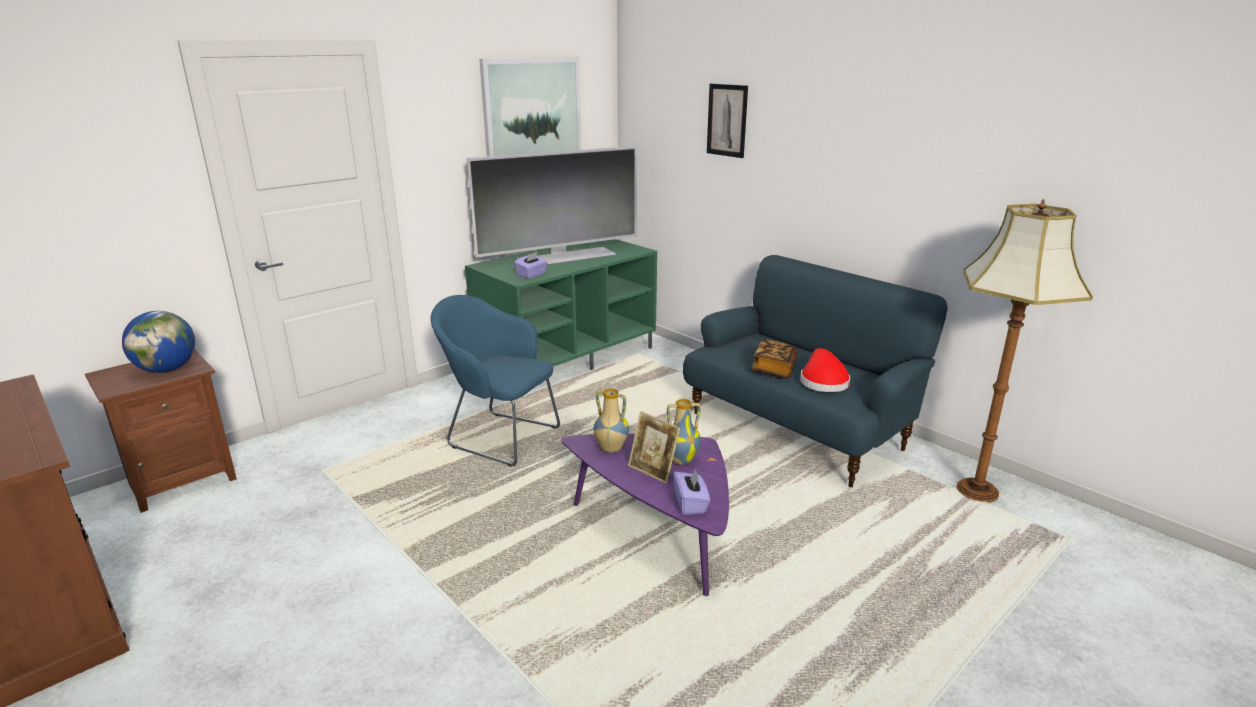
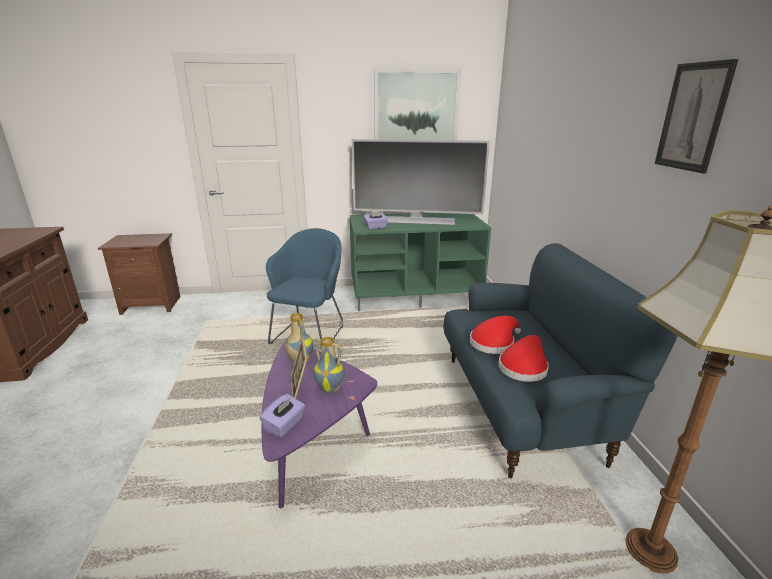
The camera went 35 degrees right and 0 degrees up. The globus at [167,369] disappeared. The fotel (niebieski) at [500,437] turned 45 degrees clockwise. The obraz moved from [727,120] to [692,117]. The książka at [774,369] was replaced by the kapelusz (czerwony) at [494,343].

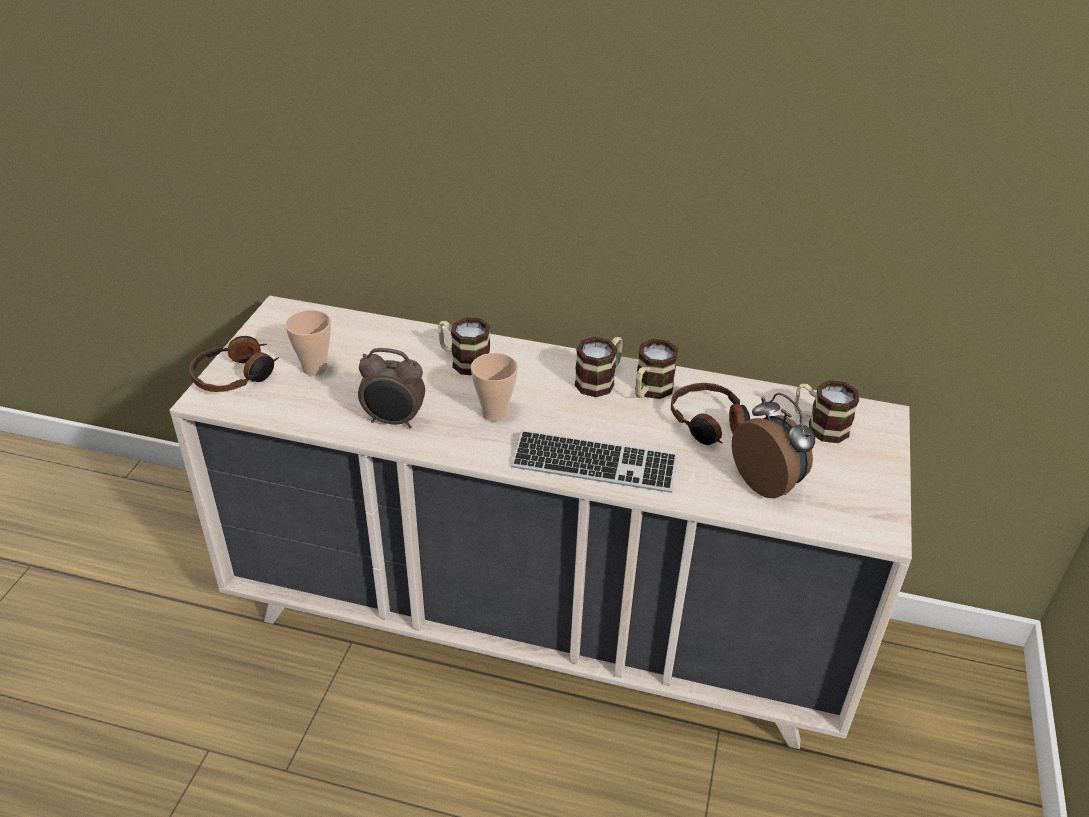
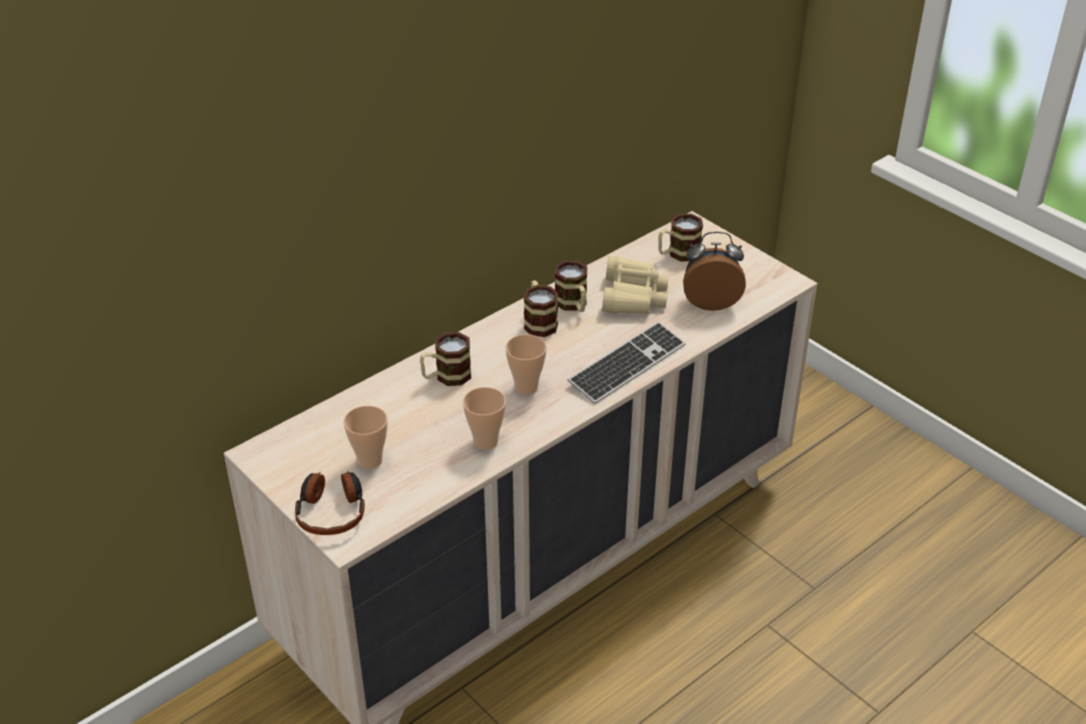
The camera went 55 degrees left and 0 degrees up. The budzik at [394,421] was replaced by the filiżanka at [485,441]. The słuchawki at [709,423] was replaced by the lornetka (beżowy) at [633,296].

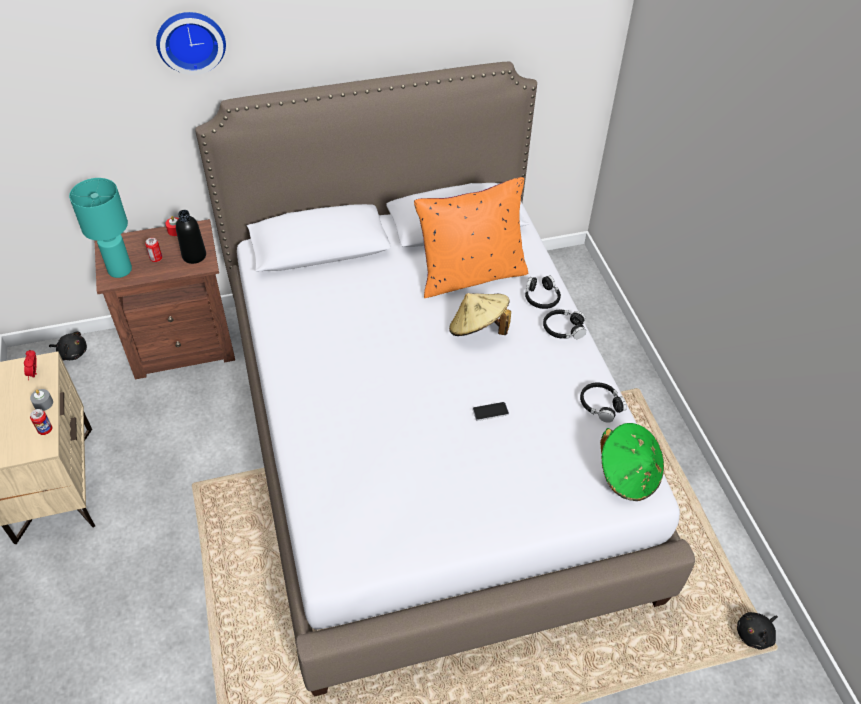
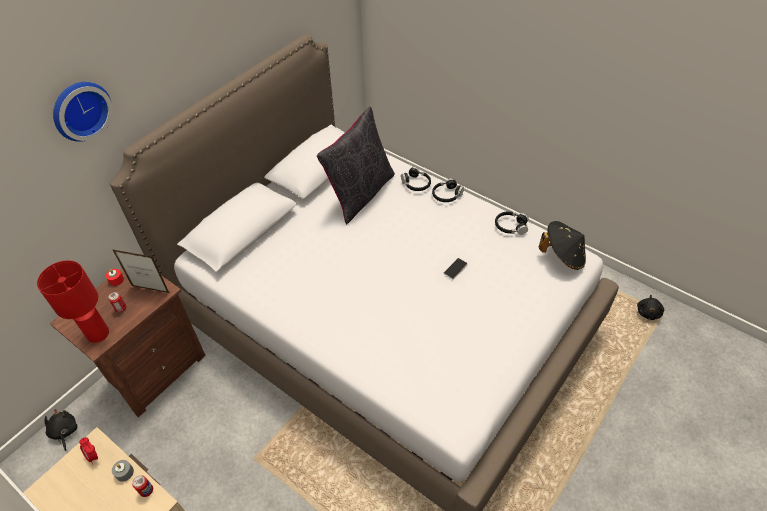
The camera went 35 degrees left and 0 degrees up. The pluszak (czarny) at [72,353] turned 90 degrees counterclockwise. The lampa stołowa (turkusowy) at [119,269] became the lampa stołowa (czerwony) at [97,334]. The butelka (czarny) at [194,256] was replaced by the ramka na zdjęcie at [150,289]. The poduszka (pomarańczowy) at [470,274] became the poduszka (czarny) at [360,193]. The kapelusz (beżowy) at [478,329] disappeared. The kapelusz (zielony) at [628,474] became the kapelusz (czarny) at [562,256].

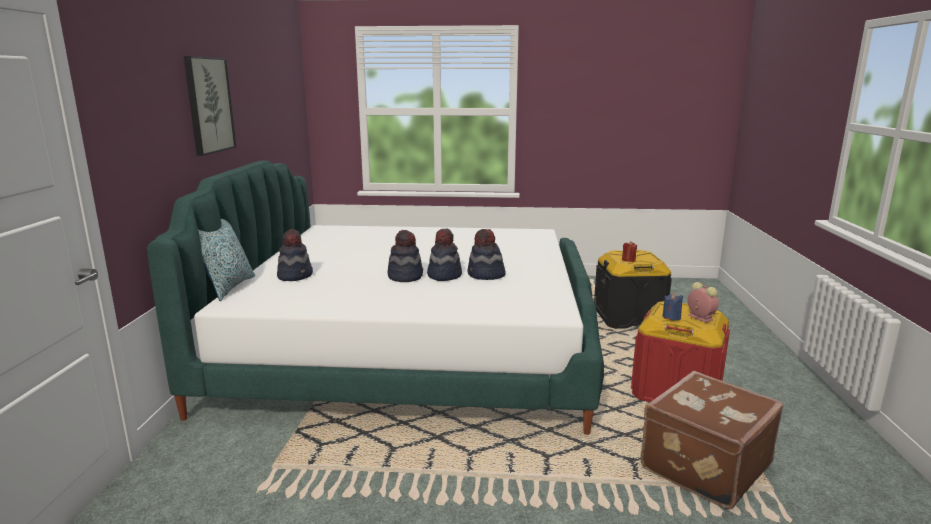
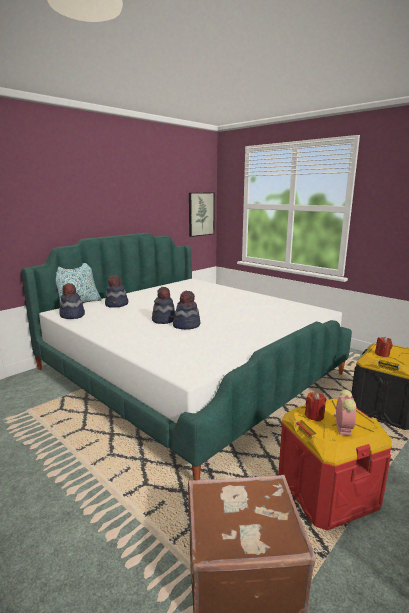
The camera went 40 degrees right and 0 degrees up. The obraz moved from [209,105] to [201,214]. The kapelusz moved from [486,275] to [72,315]. The świeca (niebieski) at [671,317] became the świeca (czerwony) at [314,416].

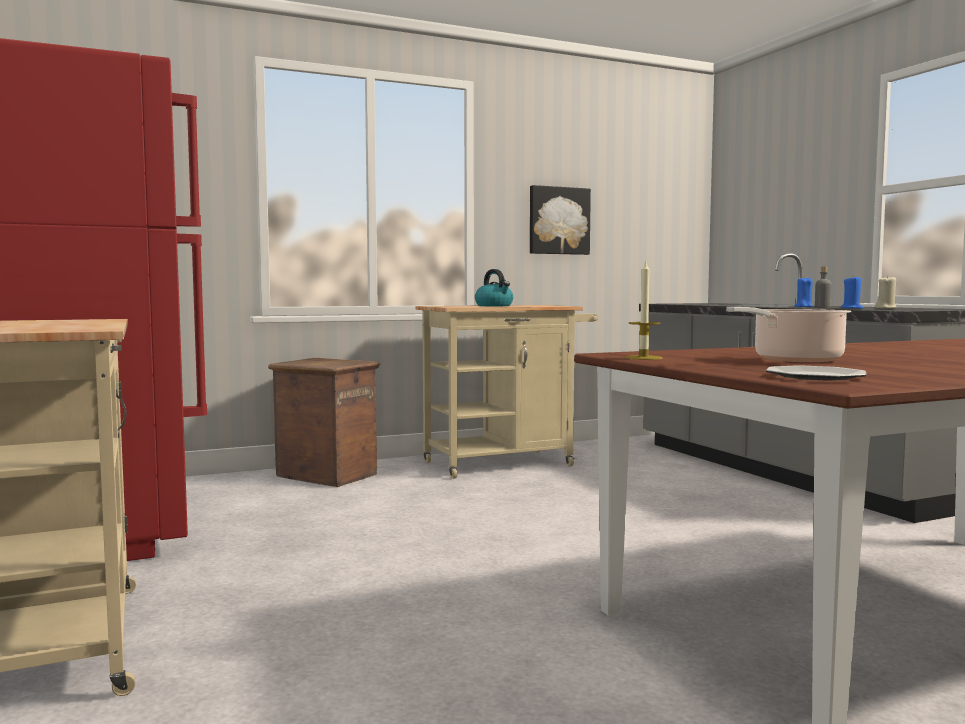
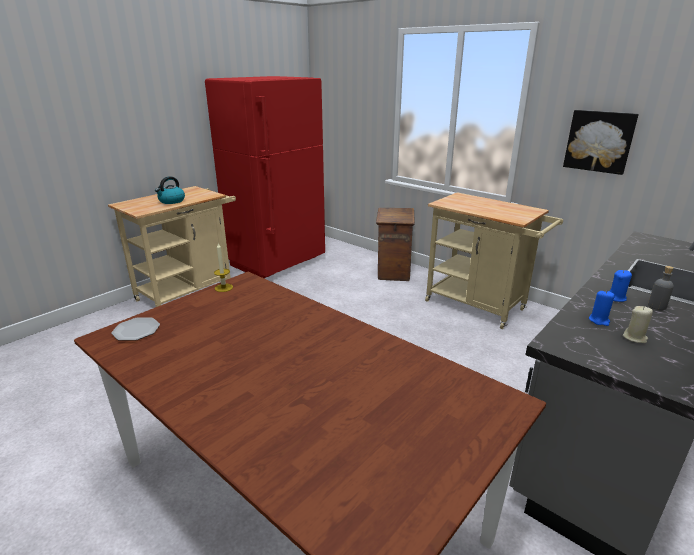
The camera went 65 degrees right and 20 degrees up. The czajnik moved from [494,306] to [171,201]. The garnek at [793,360] disappeared.

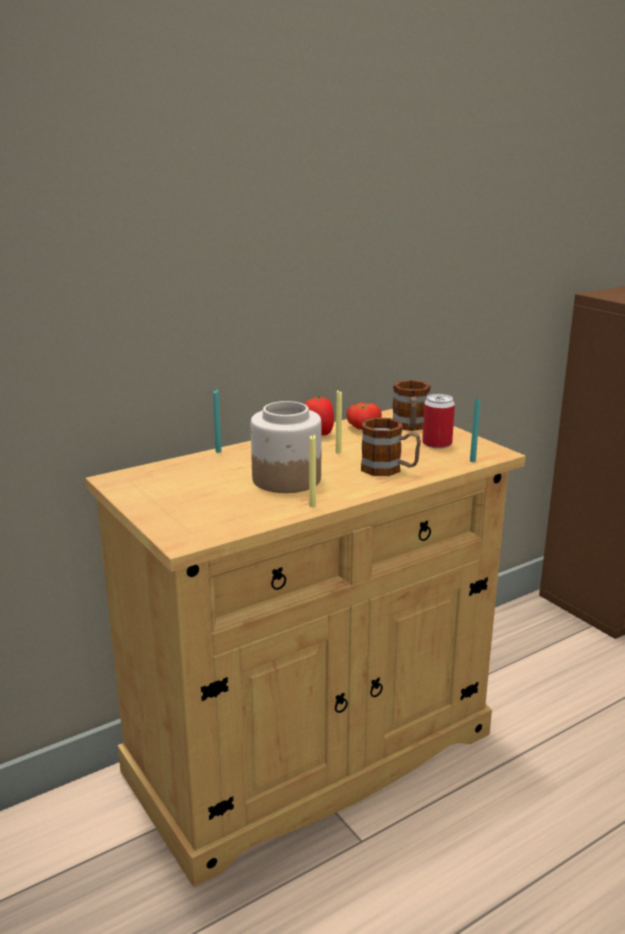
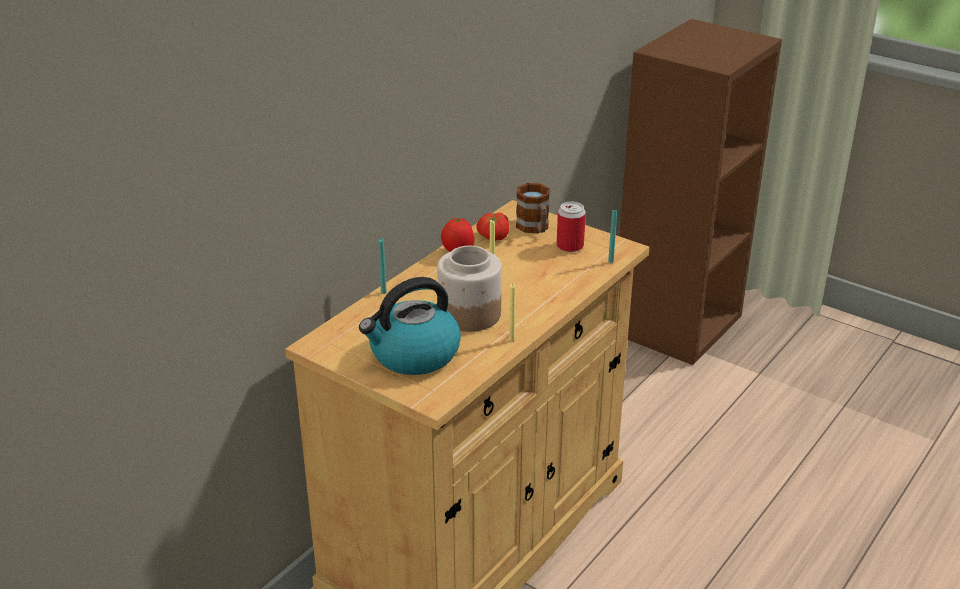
The camera went 20 degrees left and 10 degrees up. The kubek at [389,469] disappeared. The czajnik at [413,355] appeared.

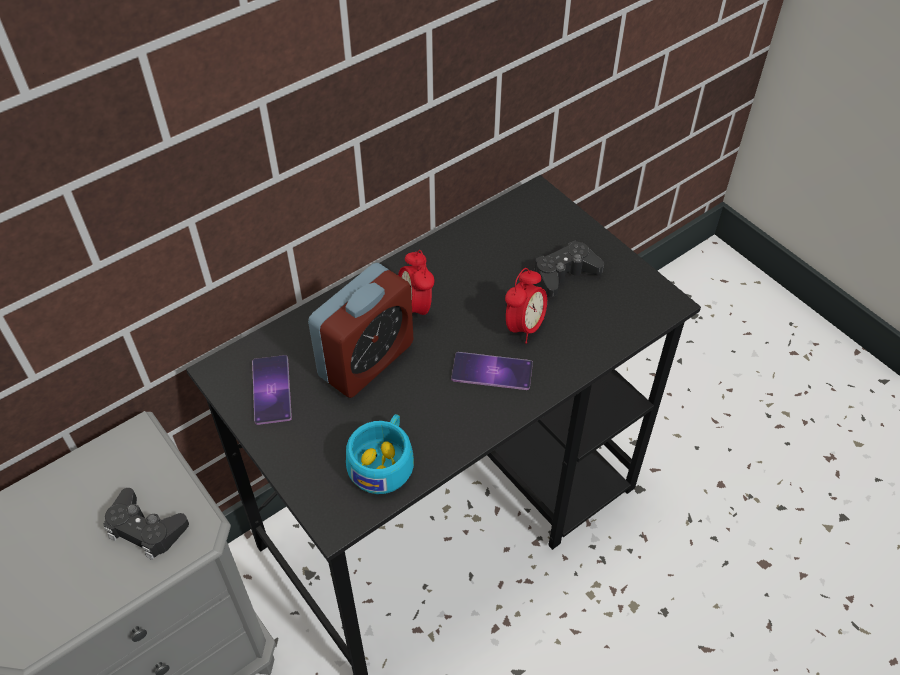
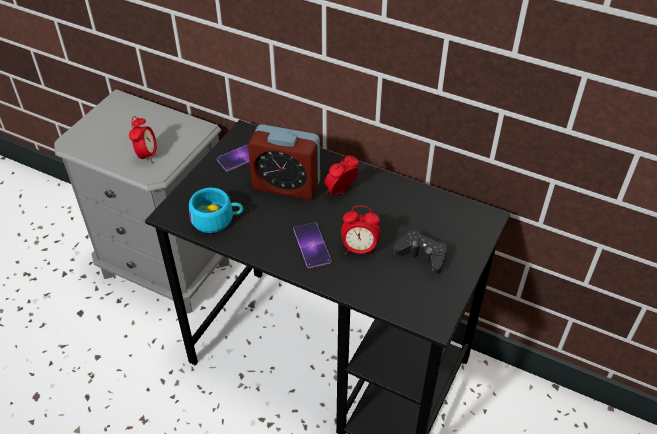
The camera went 65 degrees right and 5 degrees down. The pad do gier (czarny) at [145,528] was replaced by the budzik at [147,155].

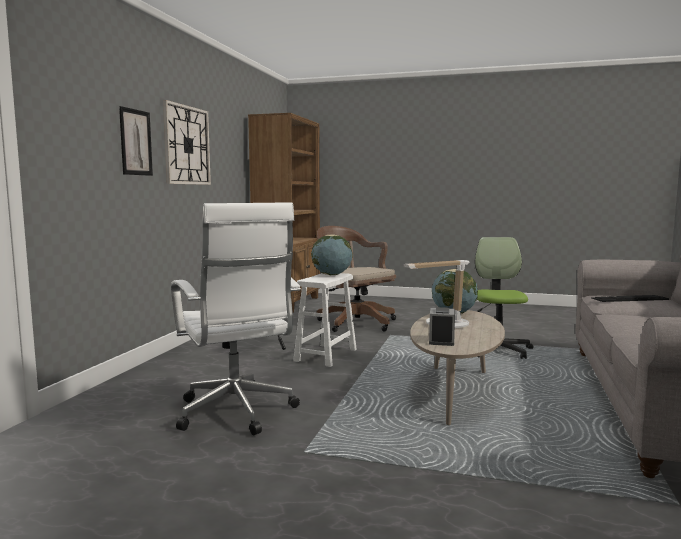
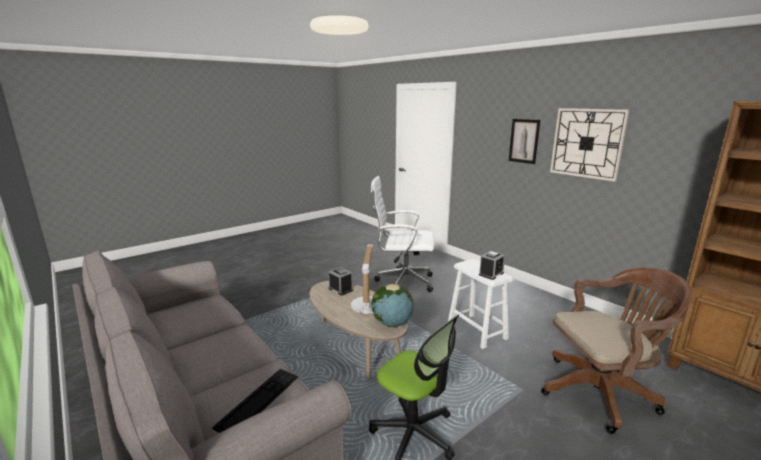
The camera went 125 degrees right and 10 degrees up. The globus at [331,275] was replaced by the budzik at [491,274].

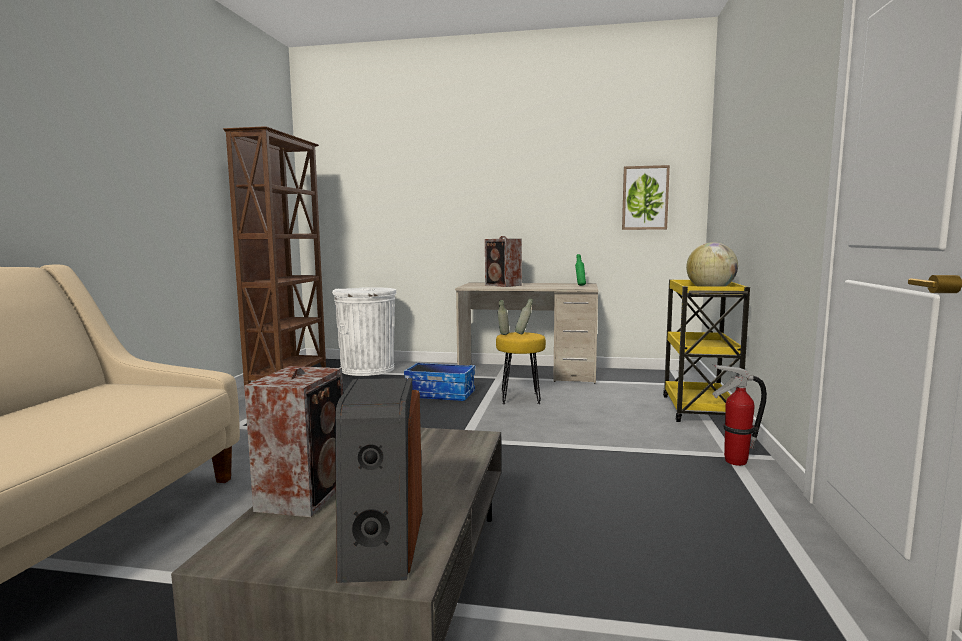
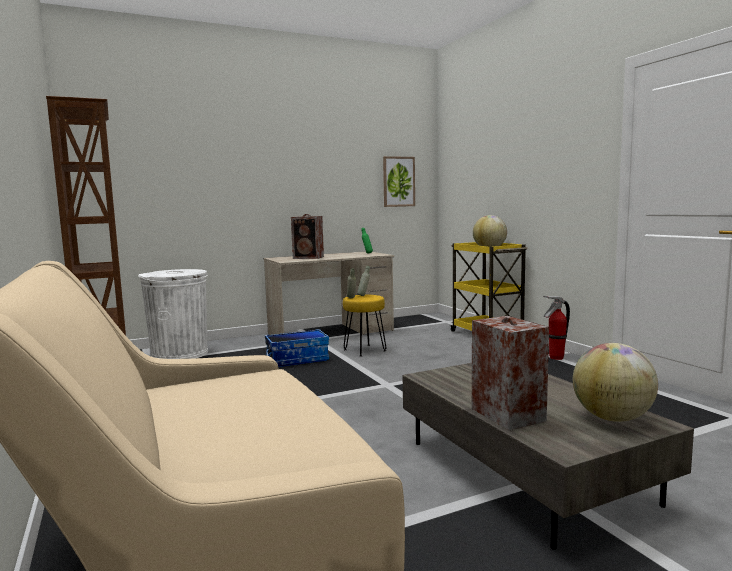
The camera went 35 degrees left and 0 degrees up. The głośnik at [381,543] was replaced by the globus at [612,418].

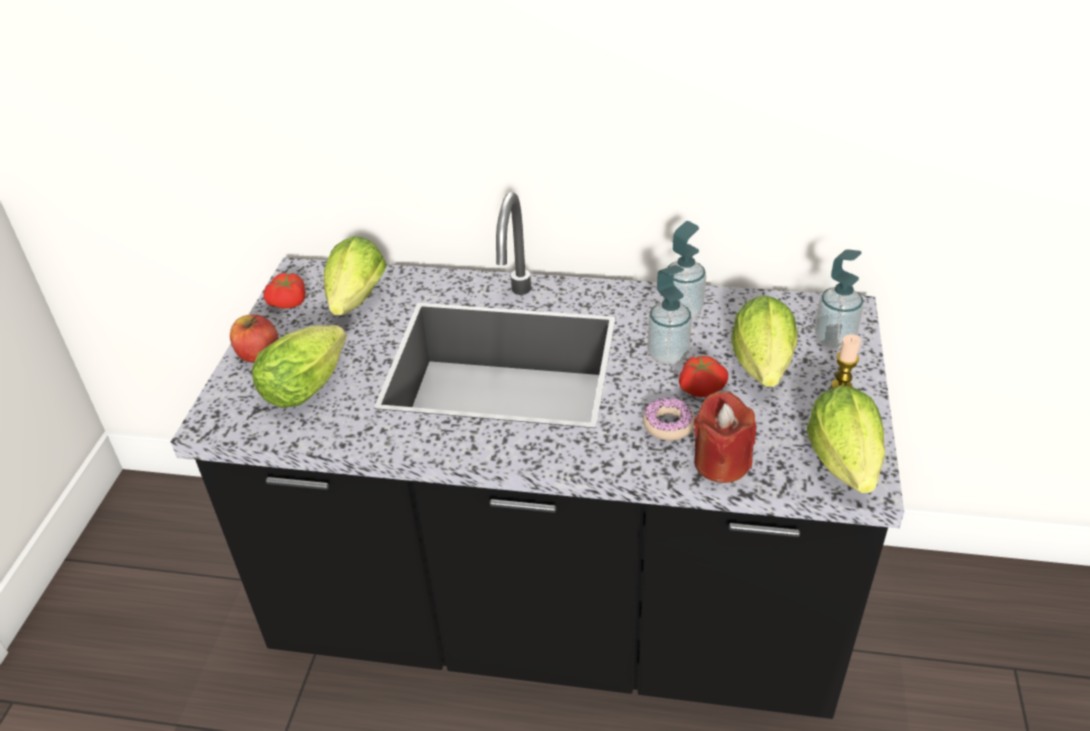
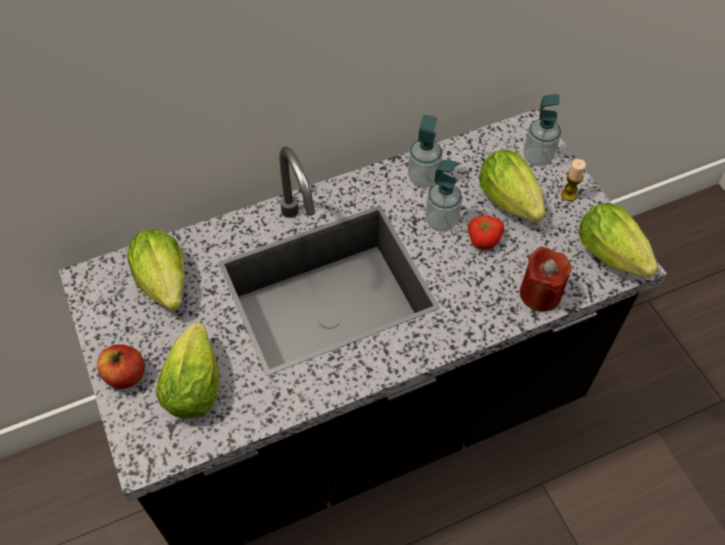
The camera went 35 degrees left and 15 degrees up. The pomidor at [289,303] disappeared. The donut at [668,425] disappeared.

